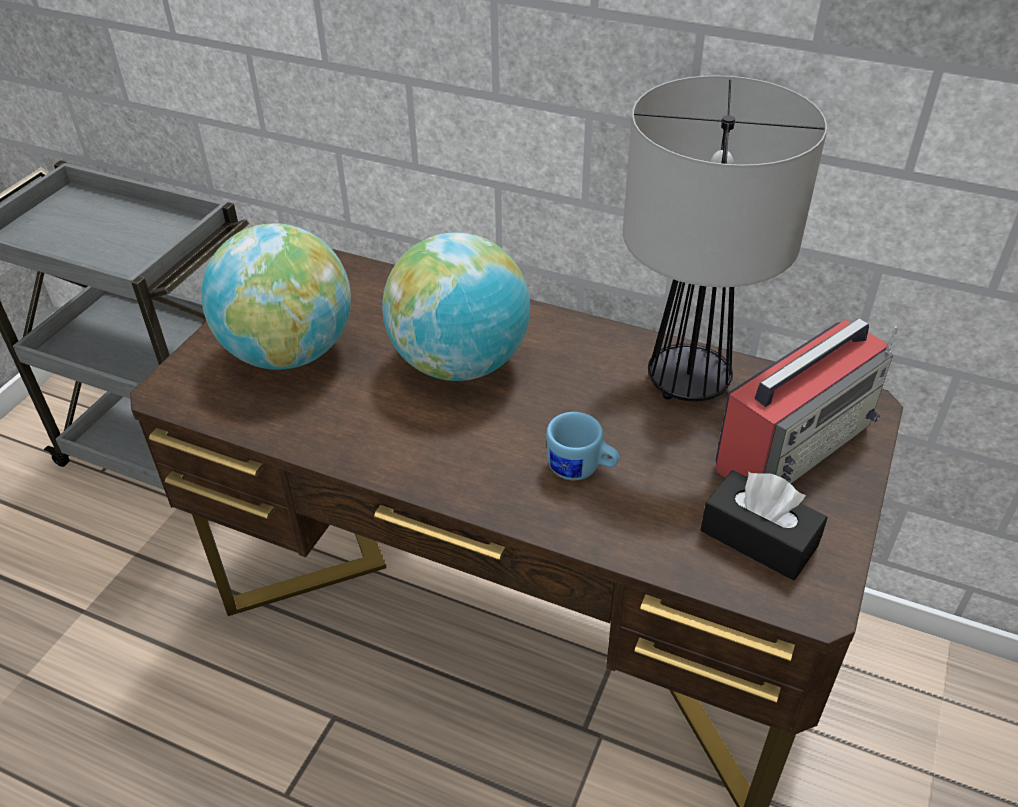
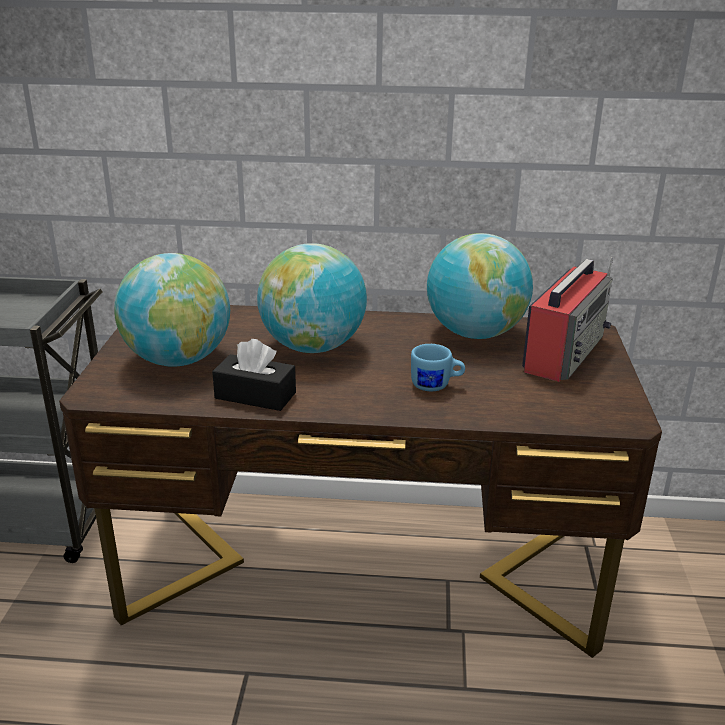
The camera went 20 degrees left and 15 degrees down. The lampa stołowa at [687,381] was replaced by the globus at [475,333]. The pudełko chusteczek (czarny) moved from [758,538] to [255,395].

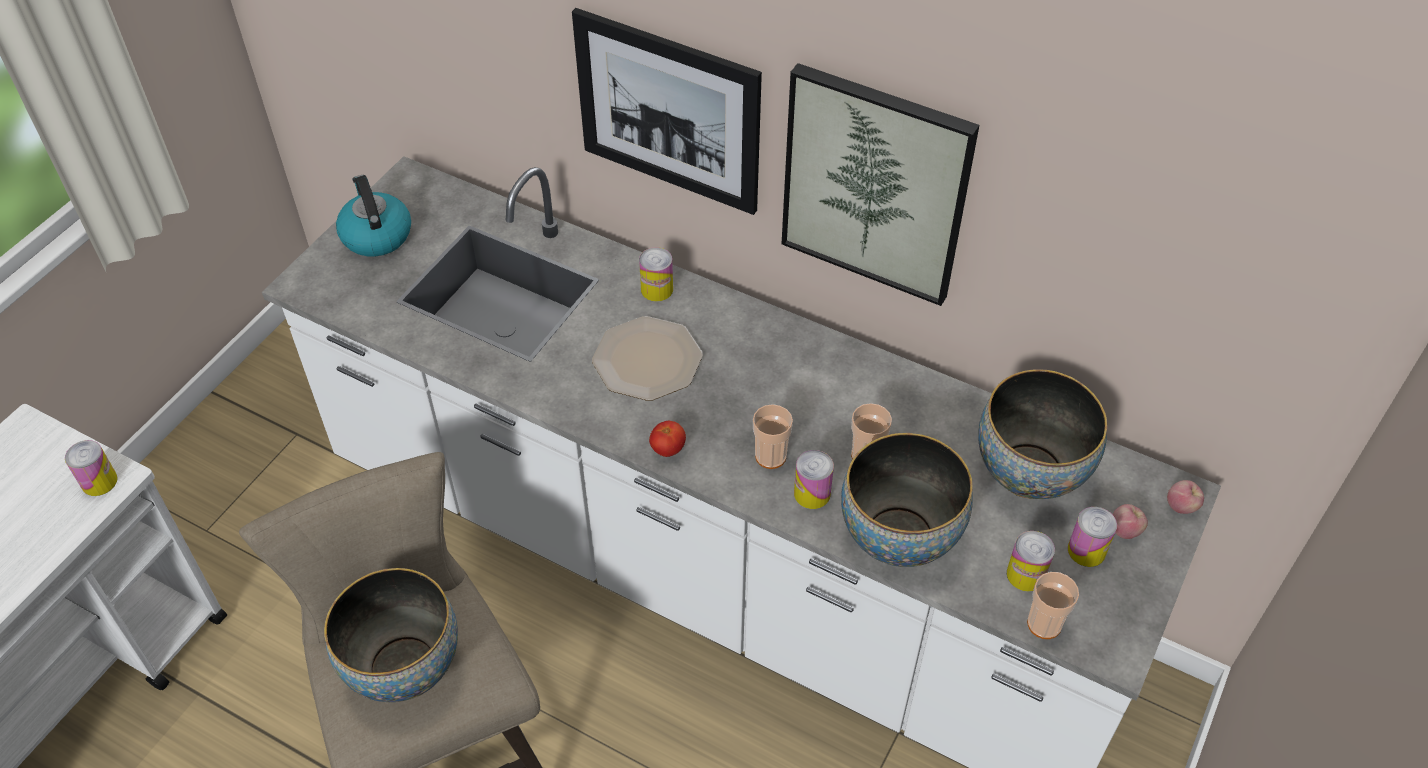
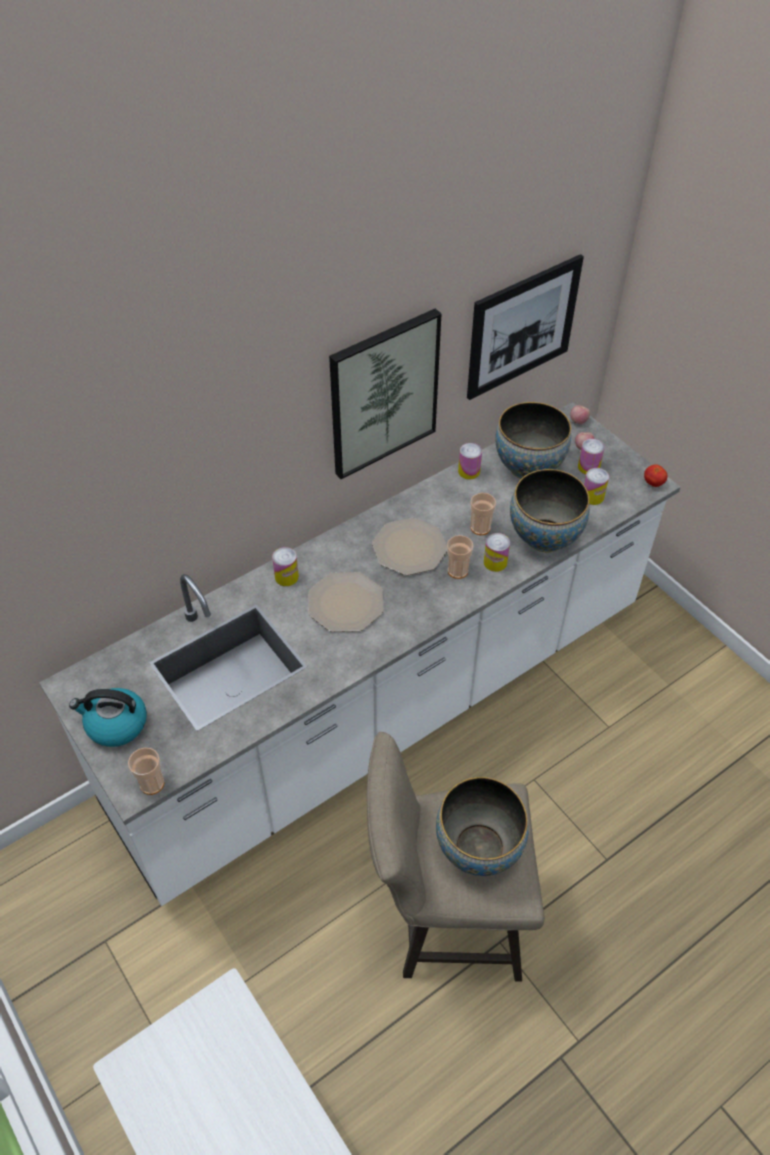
The camera went 65 degrees left and 0 degrees up. The puszka moved from [99,481] to [469,471]. The obraz moved from [668,112] to [522,327]. The pomidor moved from [668,449] to [653,483]. The filiżanka moved from [1044,624] to [152,783]. The talerz at [409,547] appeared.

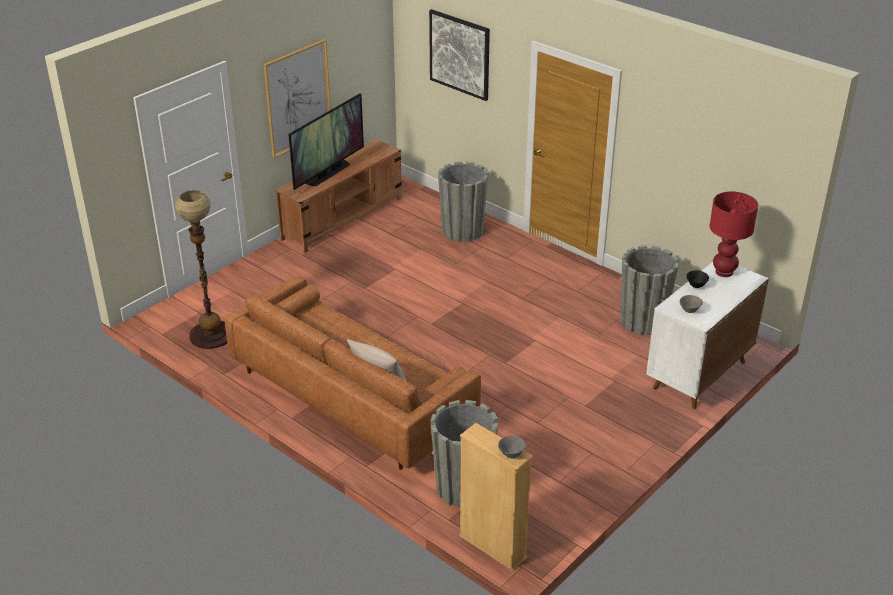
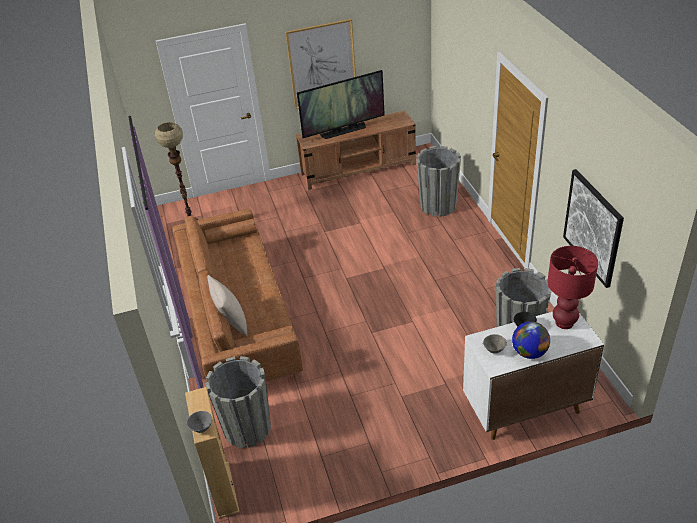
The camera went 35 degrees right and 5 degrees up. The obraz moved from [459,54] to [593,227]. The globus at [529,352] appeared.

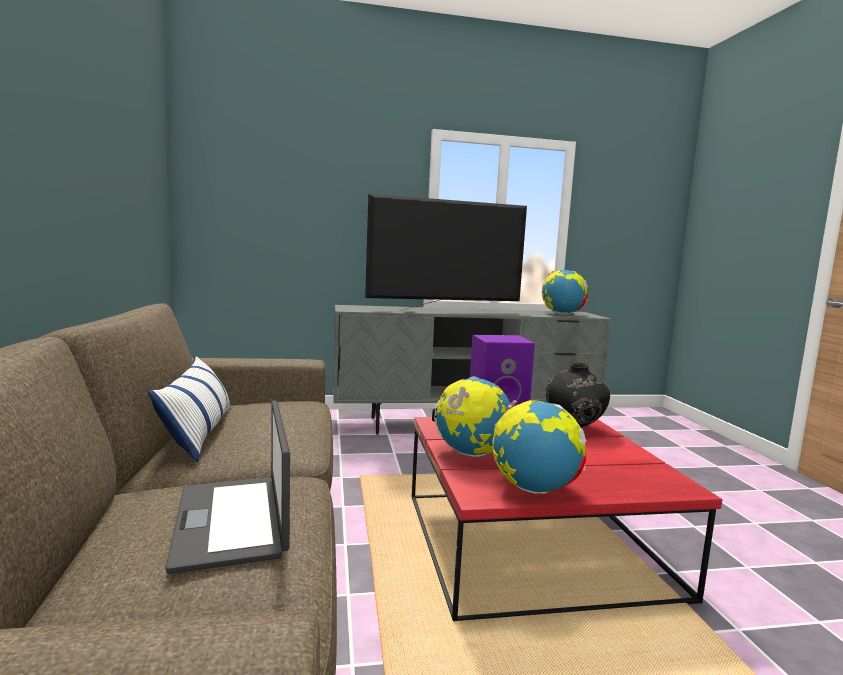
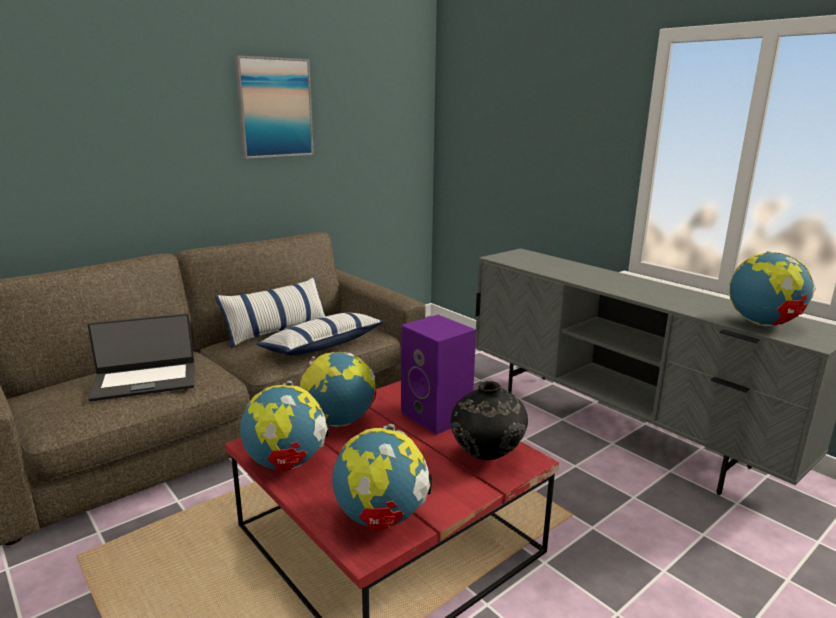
The camera went 60 degrees right and 10 degrees up. The laptop at [233,520] turned 150 degrees counterclockwise. The telewizor at [444,312] disappeared. The obraz at [275,108] appeared. The poduszka at [322,346] appeared. The globus at [381,519] appeared.

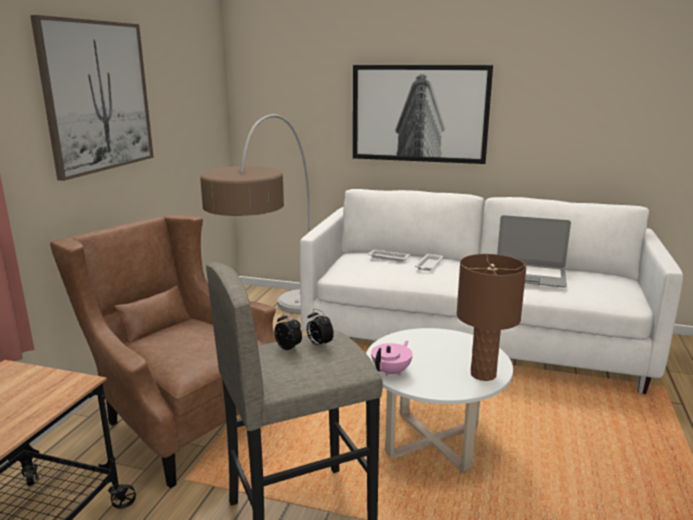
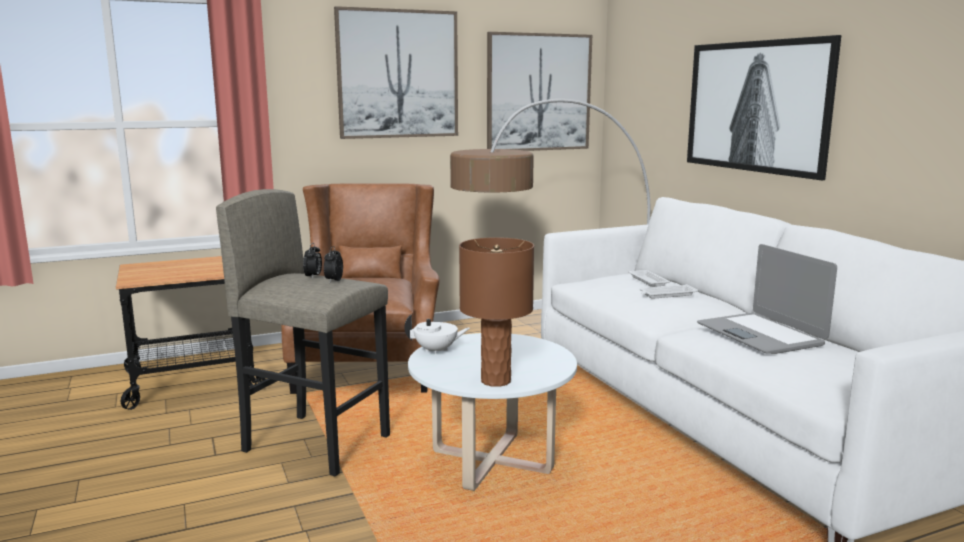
The camera went 50 degrees right and 5 degrees down. The imbryk (różowy) at [392,371] became the imbryk (biały) at [436,351]. The obraz at [538,92] appeared.

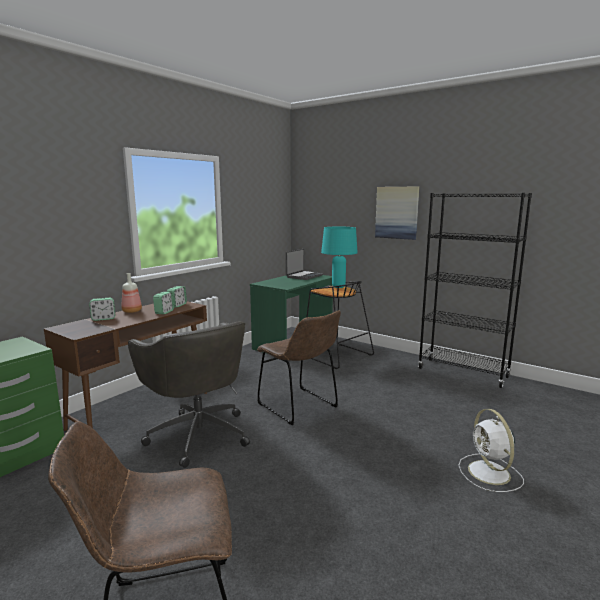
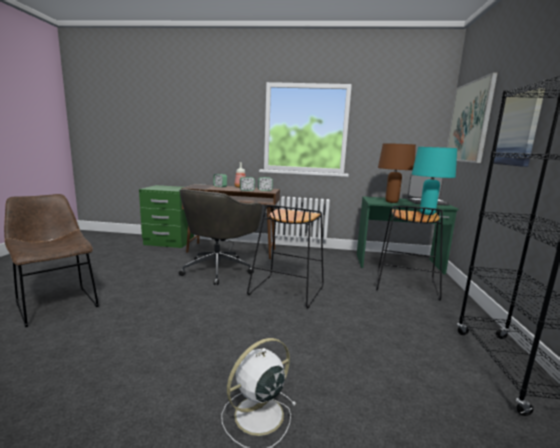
The camera went 60 degrees right and 0 degrees up. The krzesło (brązowy) at [300,407] was replaced by the stołek (czarny) at [286,290]. The lampa stołowa (brązowy) at [392,202] appeared. The obraz at [469,122] appeared.

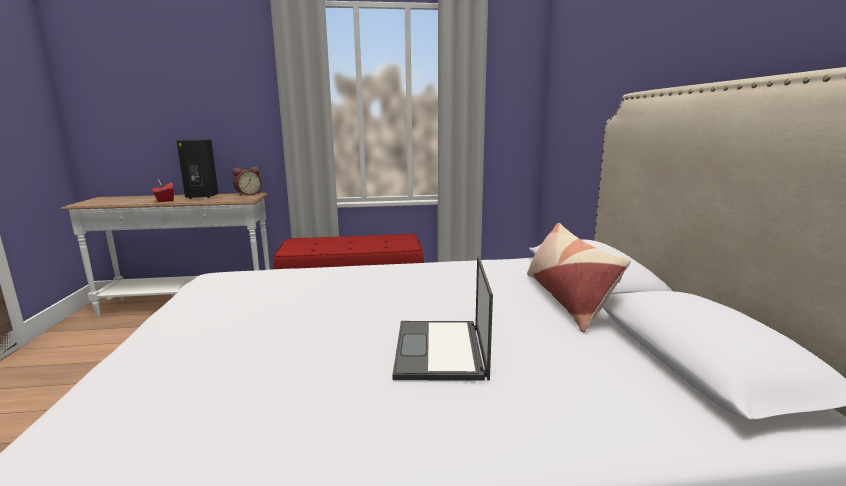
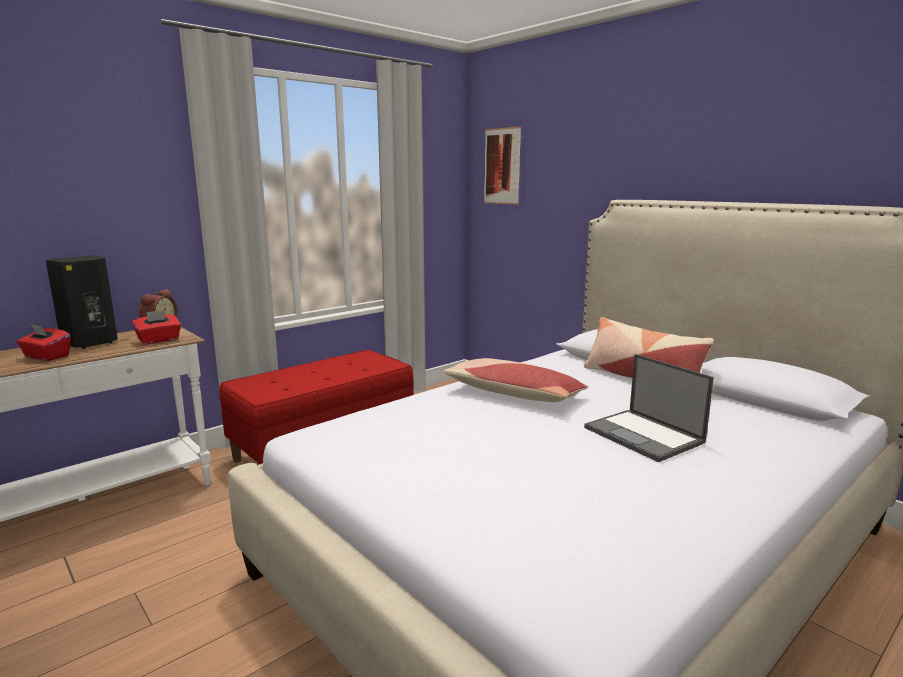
The camera went 35 degrees left and 0 degrees up. The pudełko chusteczek (czerwony) at [159,340] appeared. The poduszka at [513,394] appeared. The obraz at [502,166] appeared.

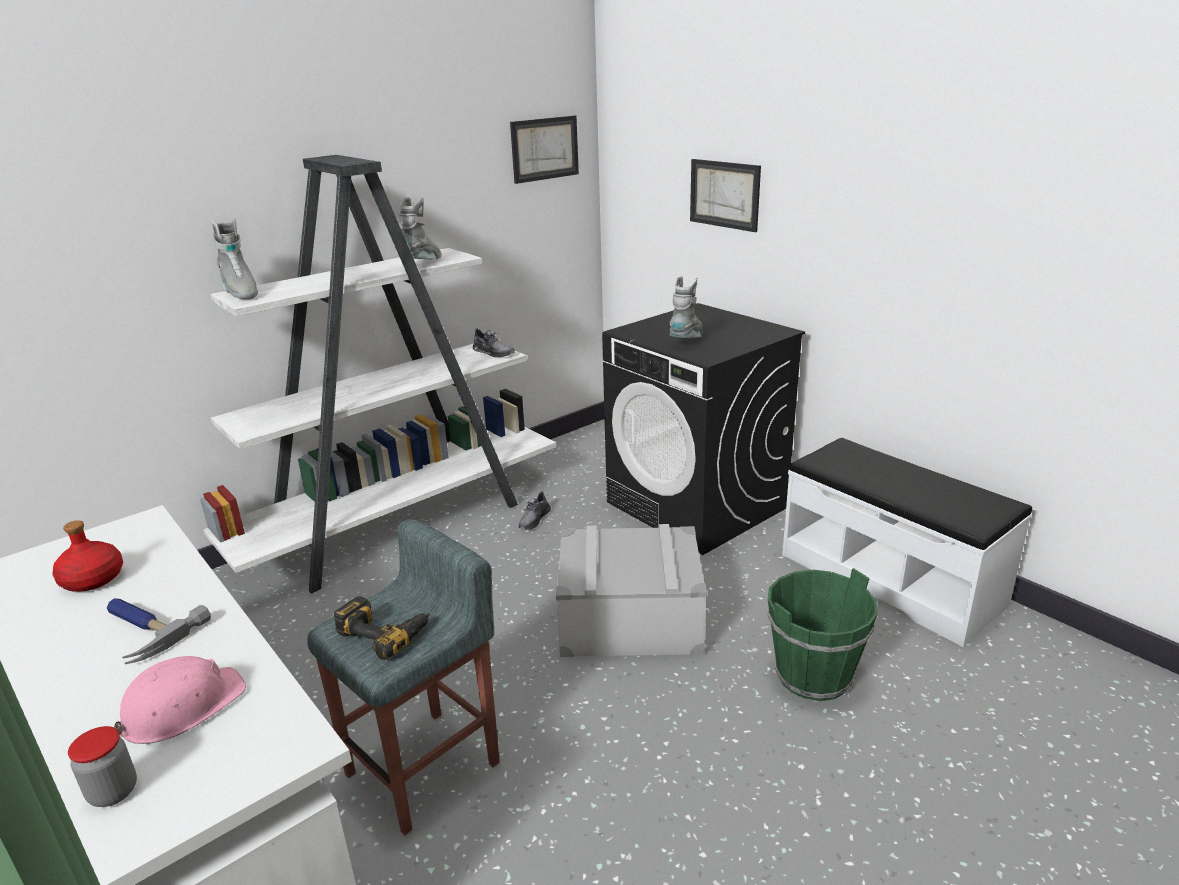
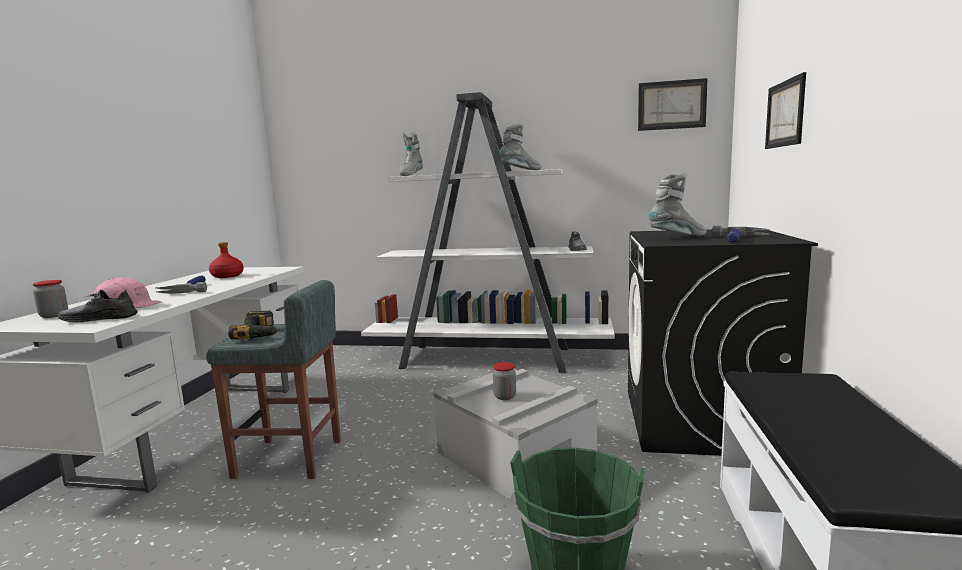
The camera went 50 degrees right and 15 degrees down. The but (szary) moved from [534,519] to [99,319]. The słoik at [504,396] appeared. The młotek at [738,239] appeared.

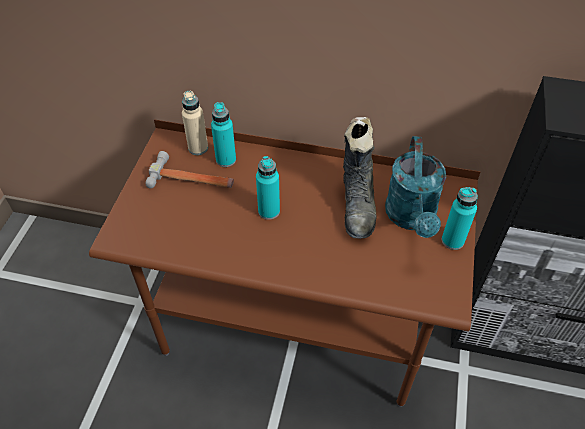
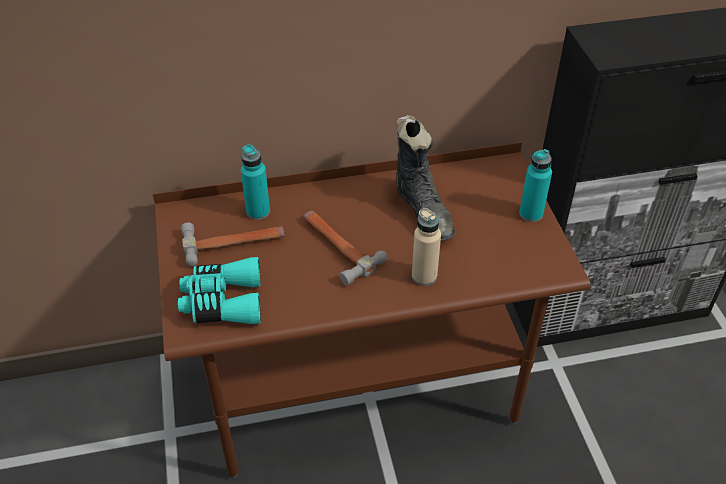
The camera went 25 degrees left and 5 degrees down. The butelka (beżowy) moved from [198,148] to [424,276]. The butelka (turkusowy) at [269,211] was replaced by the młotek at [337,246]. The konewka (turkusowy) at [412,218] disappeared. The lornetka (turkusowy) at [222,301] appeared.

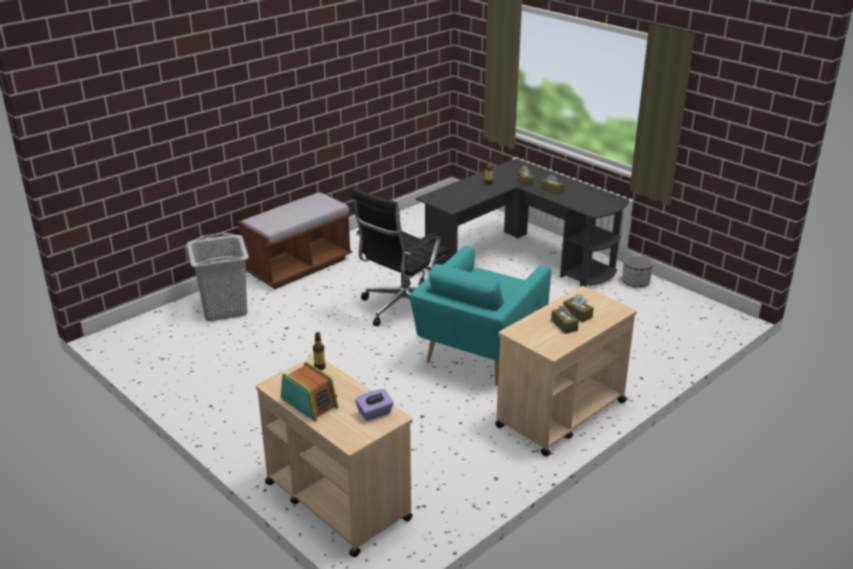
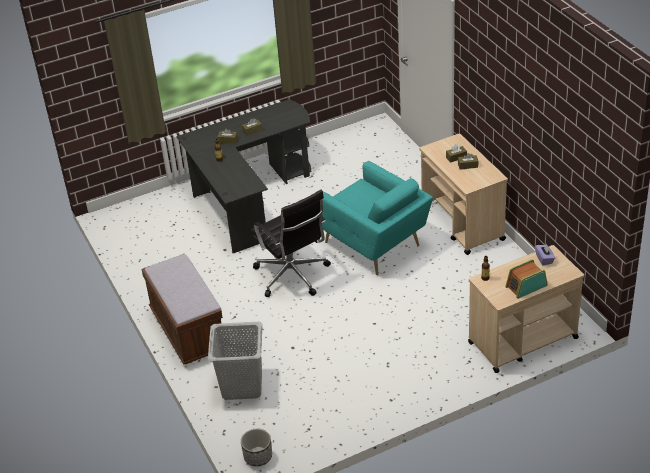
The camera went 70 degrees left and 10 degrees up. The donica moved from [635,282] to [258,457].

